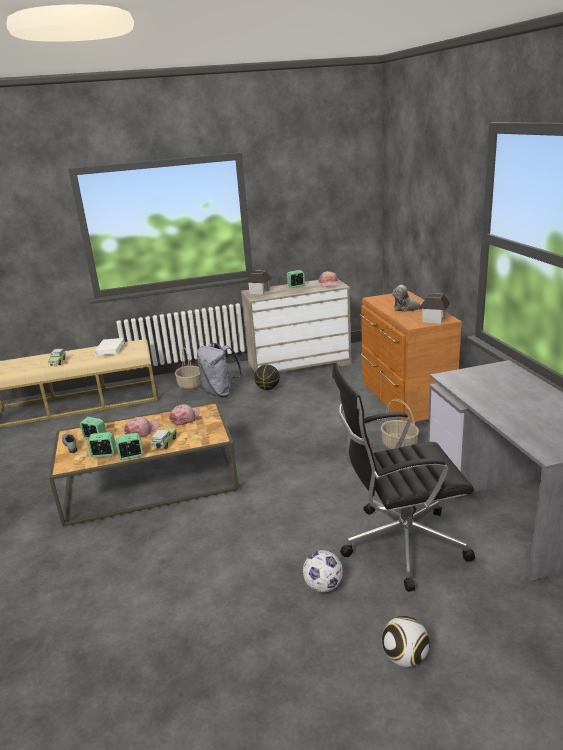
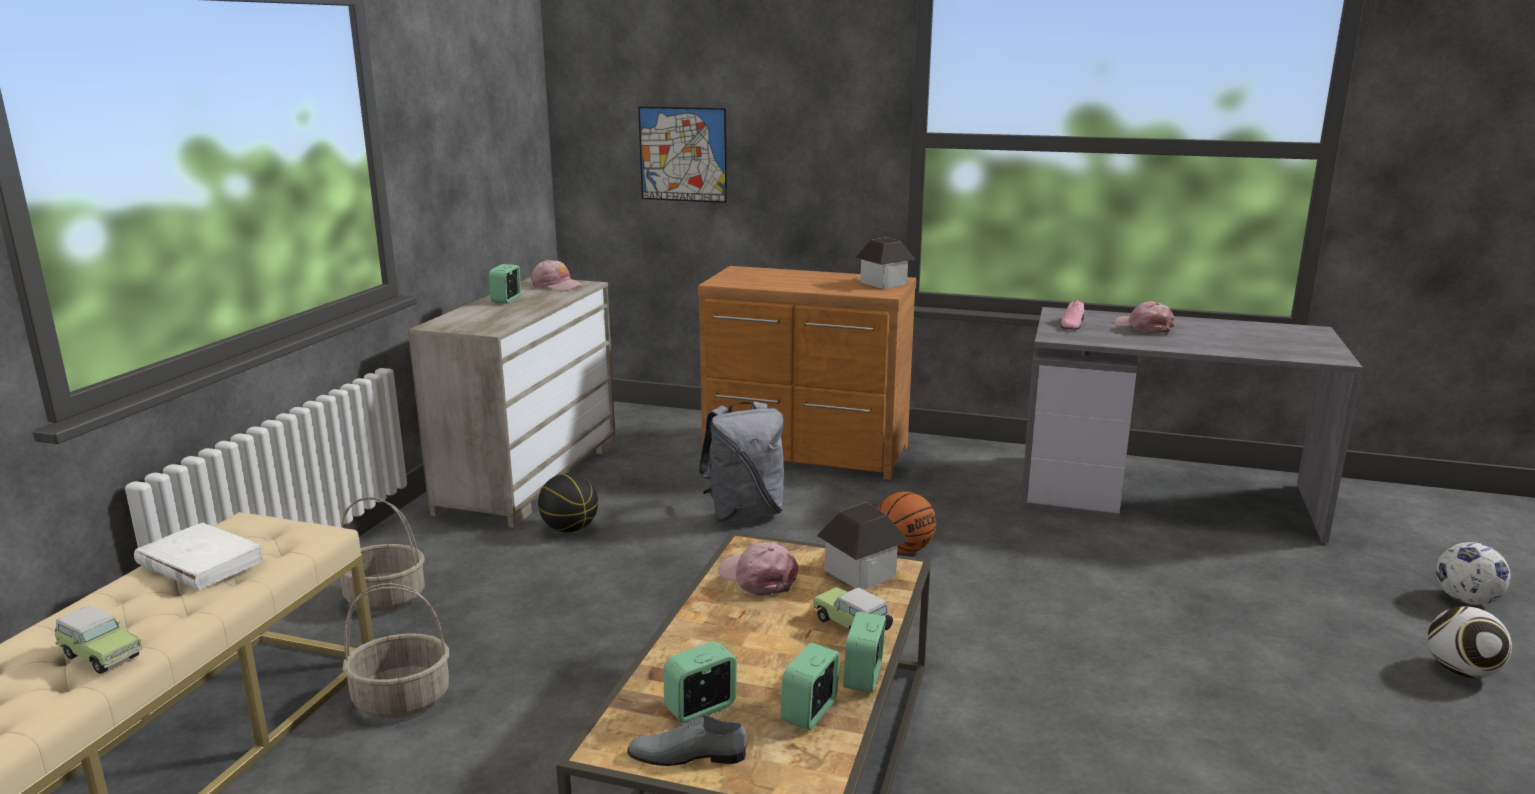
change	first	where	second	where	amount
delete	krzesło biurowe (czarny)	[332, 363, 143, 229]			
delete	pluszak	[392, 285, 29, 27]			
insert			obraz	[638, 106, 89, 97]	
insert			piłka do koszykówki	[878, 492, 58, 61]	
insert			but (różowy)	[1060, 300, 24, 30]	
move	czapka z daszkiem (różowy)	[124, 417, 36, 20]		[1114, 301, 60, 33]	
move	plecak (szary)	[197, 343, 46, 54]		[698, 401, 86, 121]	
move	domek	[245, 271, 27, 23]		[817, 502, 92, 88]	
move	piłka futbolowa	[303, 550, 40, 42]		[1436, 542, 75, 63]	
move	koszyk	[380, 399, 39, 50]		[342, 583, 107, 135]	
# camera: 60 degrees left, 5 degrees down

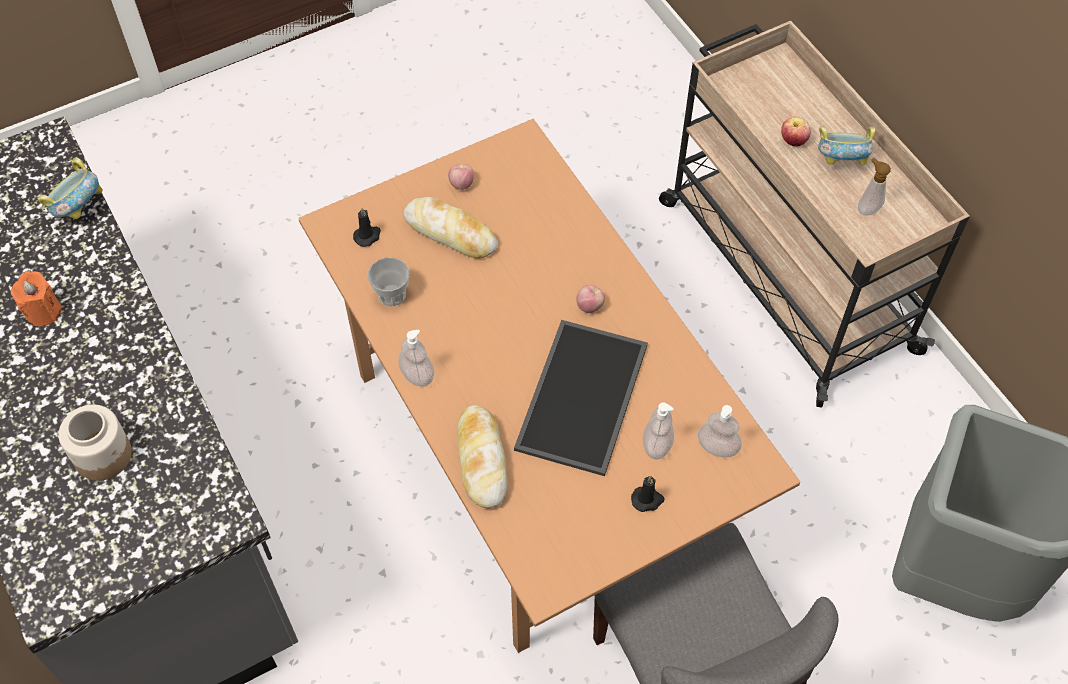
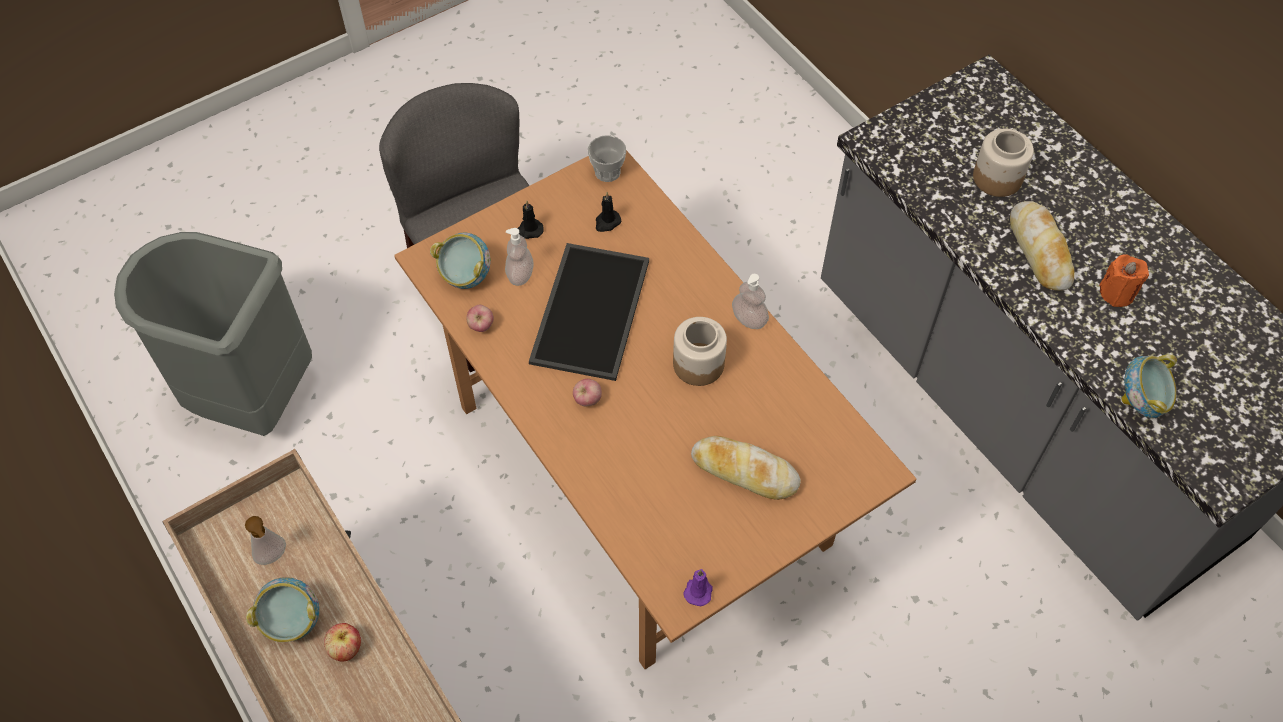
change	first	where	second	where	amount
insert			słoik	[673, 317, 54, 69]	
insert			świeca (fioletowy)	[683, 569, 30, 37]	
move	świeca (czarny)	[353, 207, 28, 40]		[596, 192, 25, 40]	
move	filiżanka	[367, 257, 43, 49]		[588, 135, 38, 47]	
move	jabłko	[448, 164, 26, 26]		[466, 305, 28, 27]	
move	chleb	[458, 405, 50, 103]		[1010, 201, 64, 90]	
replace	dozownik mydła	[698, 405, 44, 52]	miska	[430, 233, 61, 56]	
# camera: 175 degrees right, 0 degrees up

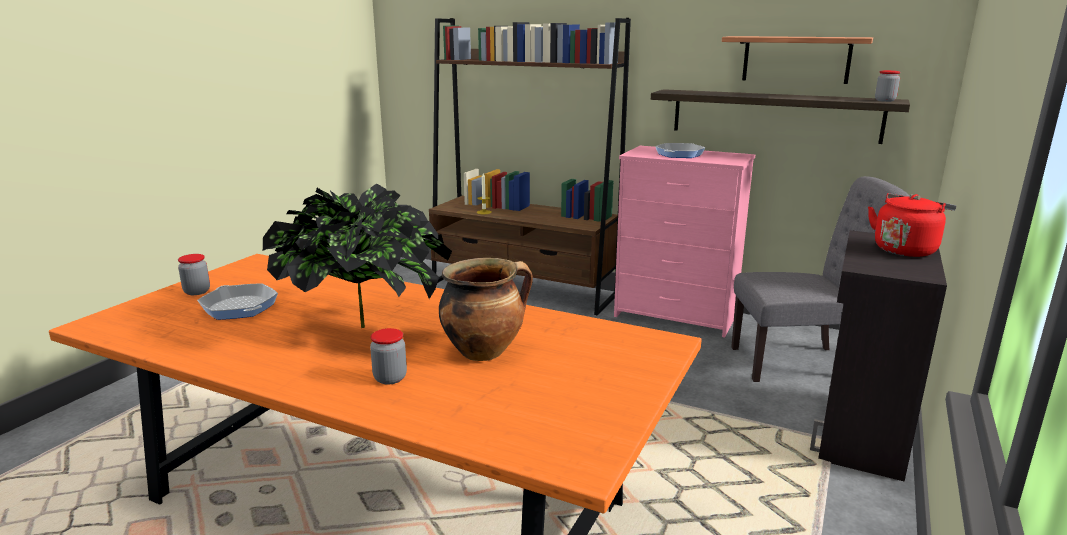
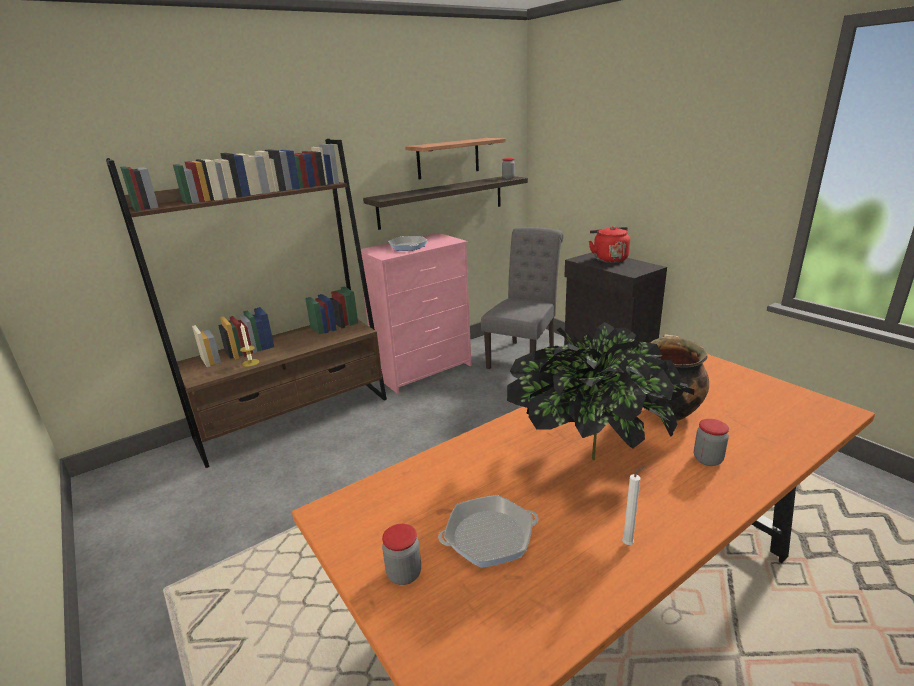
change	first	where	second	where	amount
insert			świeca (biały)	[622, 466, 23, 79]	
# camera: 60 degrees left, 5 degrees up

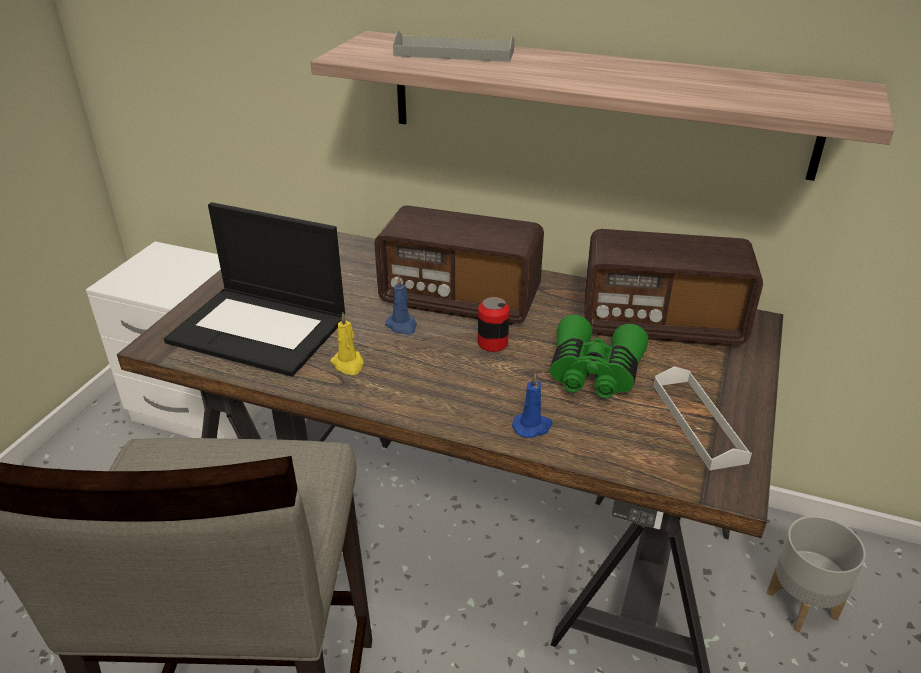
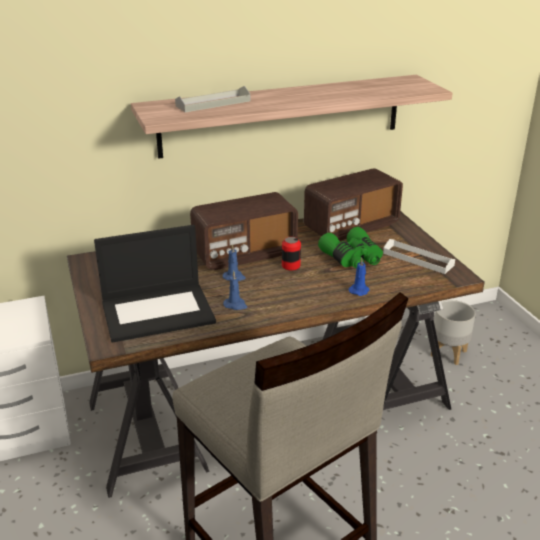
change	first	where	second	where	amount
recolor	świeca (żółty)	[330, 312, 34, 63]	świeca (niebieski)	[223, 271, 24, 39]	
# camera: 40 degrees left, 5 degrees down

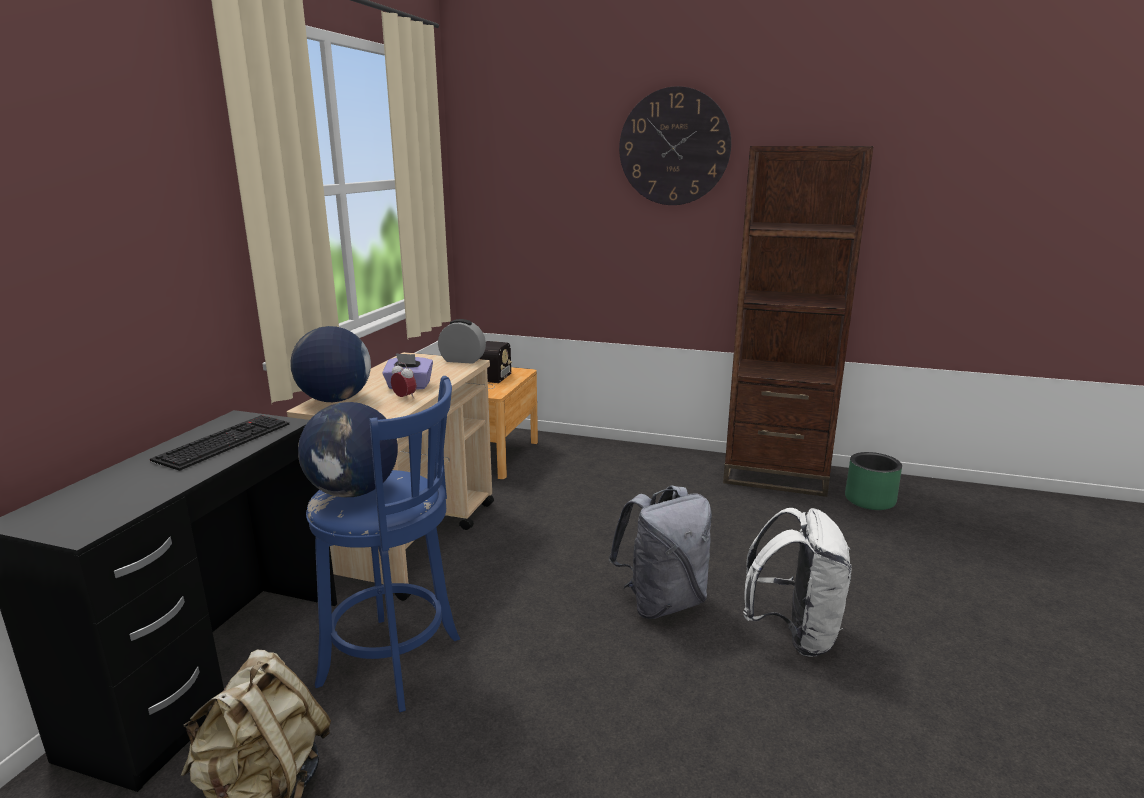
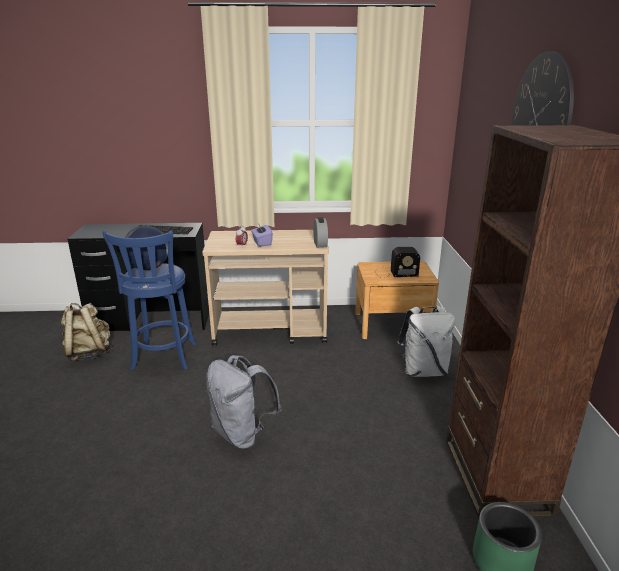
change	first	where	second	where	amount
delete	globus	[290, 326, 81, 76]			
move	plecak (biały)	[743, 508, 109, 149]		[398, 306, 57, 71]	
# camera: 70 degrees right, 5 degrees up

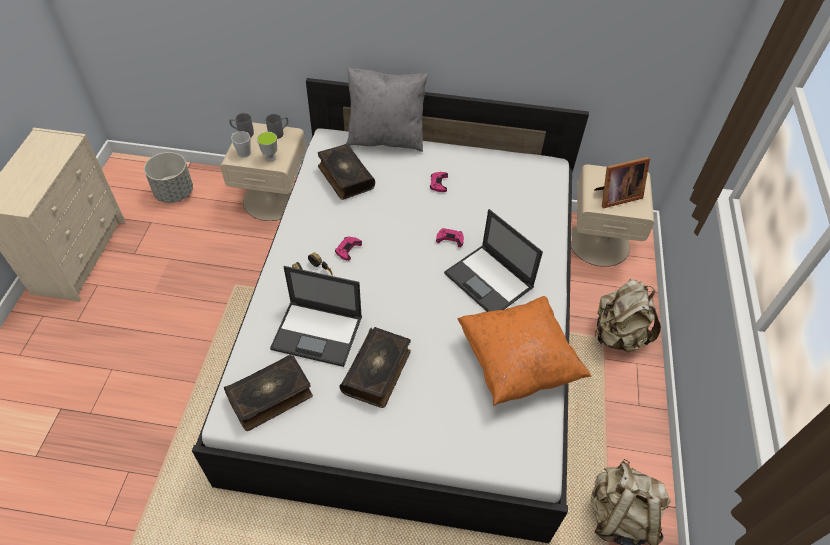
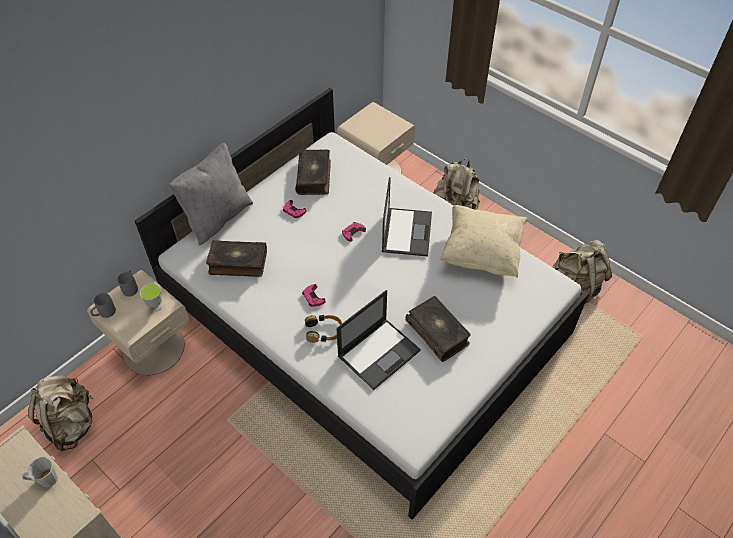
change	first	where	second	where	amount
delete	ramka na zdjęcie	[594, 157, 56, 51]			
move	książka	[224, 354, 89, 77]		[295, 150, 36, 45]	
move	kubek (szary)	[231, 131, 20, 27]		[22, 457, 36, 30]	
replace	donica (szary)	[144, 152, 49, 51]	plecak (beżowy)	[28, 375, 65, 76]	
recolor	poduszka (pomarańczowy)	[457, 296, 134, 110]	poduszka (beżowy)	[439, 205, 88, 73]	
rotate	laptop	[444, 209, 99, 103]		[382, 177, 50, 80]	75 degrees counterclockwise
# camera: 55 degrees left, 0 degrees up

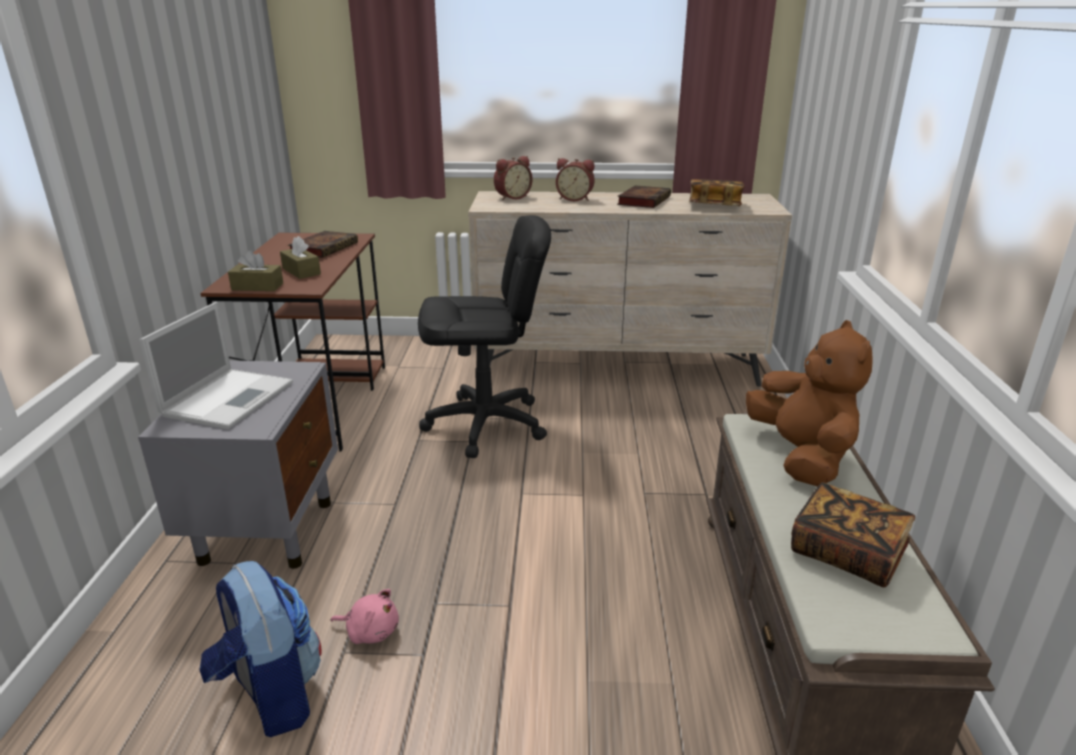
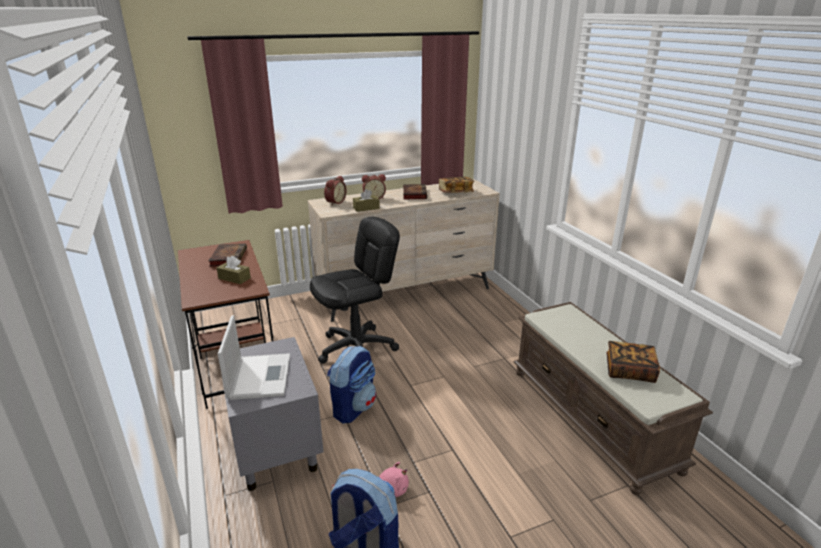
change	first	where	second	where	amount
delete	pluszak (brązowy)	[746, 320, 127, 166]			
insert			plecak	[327, 346, 49, 78]	
move	pudełko chusteczek (brązowy)	[228, 250, 55, 41]		[353, 189, 27, 23]	
# camera: 25 degrees left, 0 degrees up

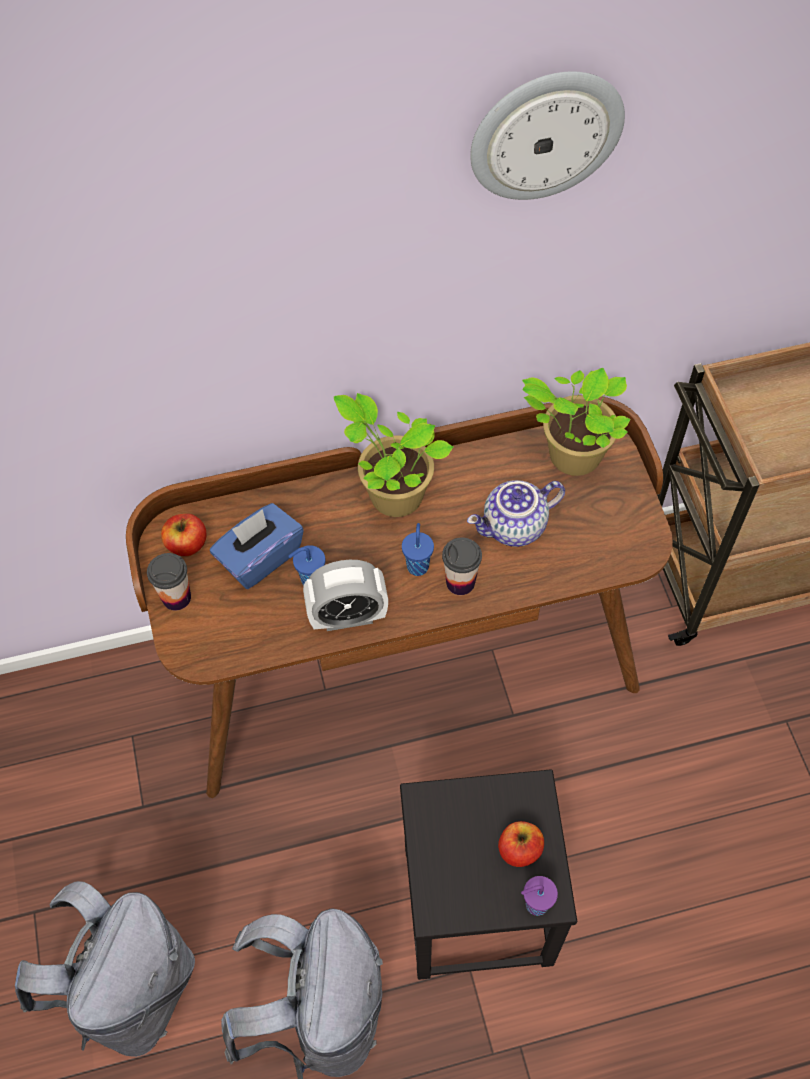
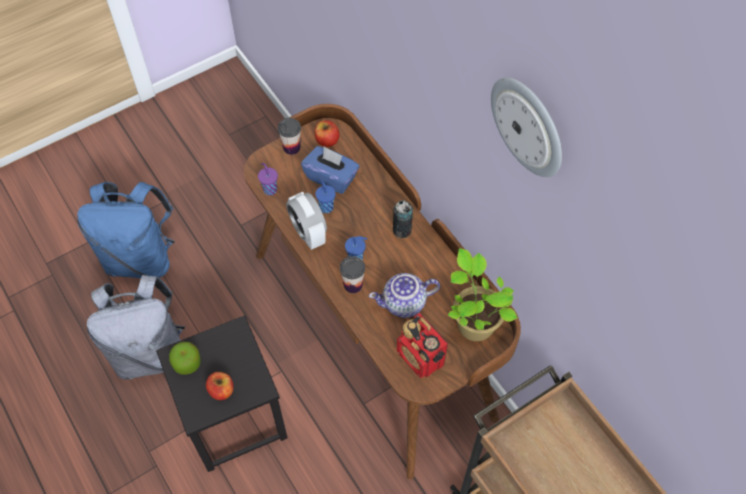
change	first	where	second	where	amount
insert			jabłko	[169, 342, 32, 33]	
insert			radio	[397, 313, 51, 65]	
move	filiżanka (fioletowy)	[521, 876, 37, 40]		[258, 163, 20, 32]	
replace	roślina doniczkowa	[334, 393, 119, 124]	puszka	[393, 200, 20, 38]	
recolor	plecak (szary)	[15, 881, 180, 176]	plecak (niebieski)	[77, 182, 98, 96]	
rotate	imbryk	[467, 480, 98, 67]		[369, 273, 71, 45]	60 degrees counterclockwise
# camera: 70 degrees right, 0 degrees up

